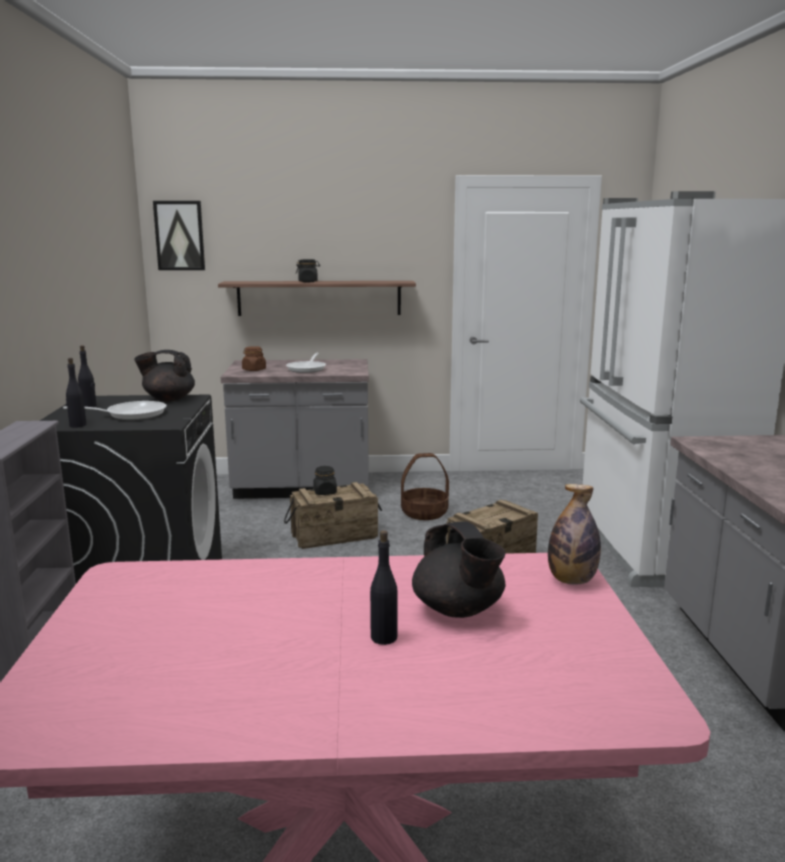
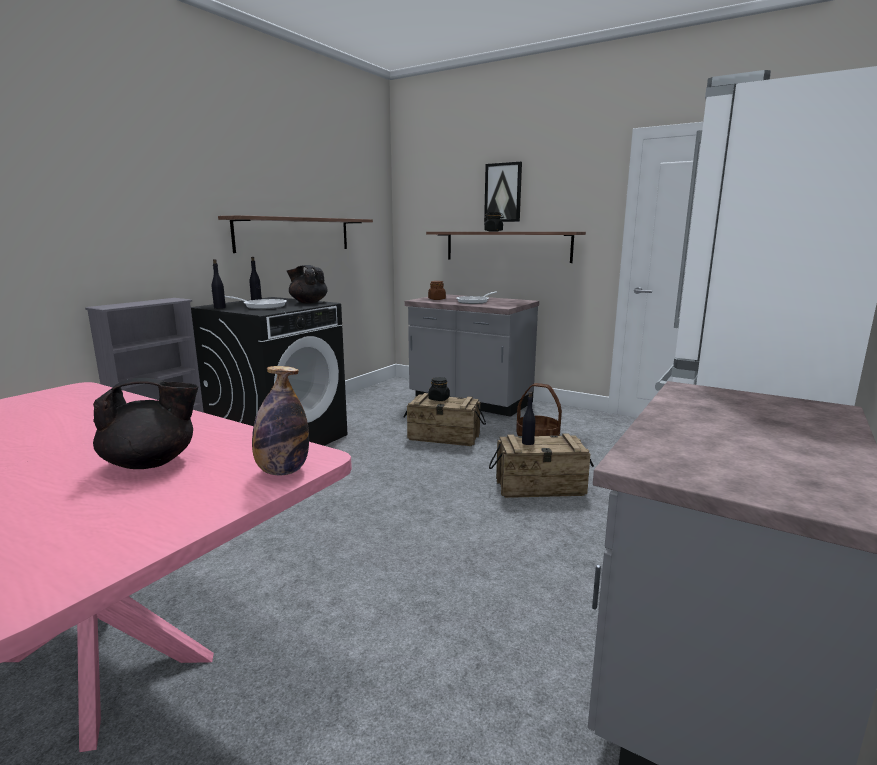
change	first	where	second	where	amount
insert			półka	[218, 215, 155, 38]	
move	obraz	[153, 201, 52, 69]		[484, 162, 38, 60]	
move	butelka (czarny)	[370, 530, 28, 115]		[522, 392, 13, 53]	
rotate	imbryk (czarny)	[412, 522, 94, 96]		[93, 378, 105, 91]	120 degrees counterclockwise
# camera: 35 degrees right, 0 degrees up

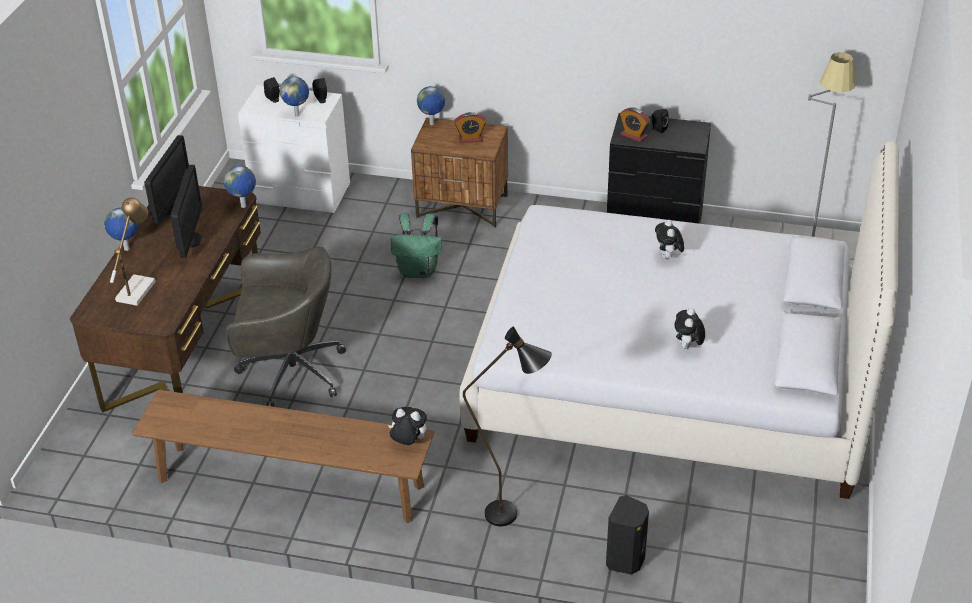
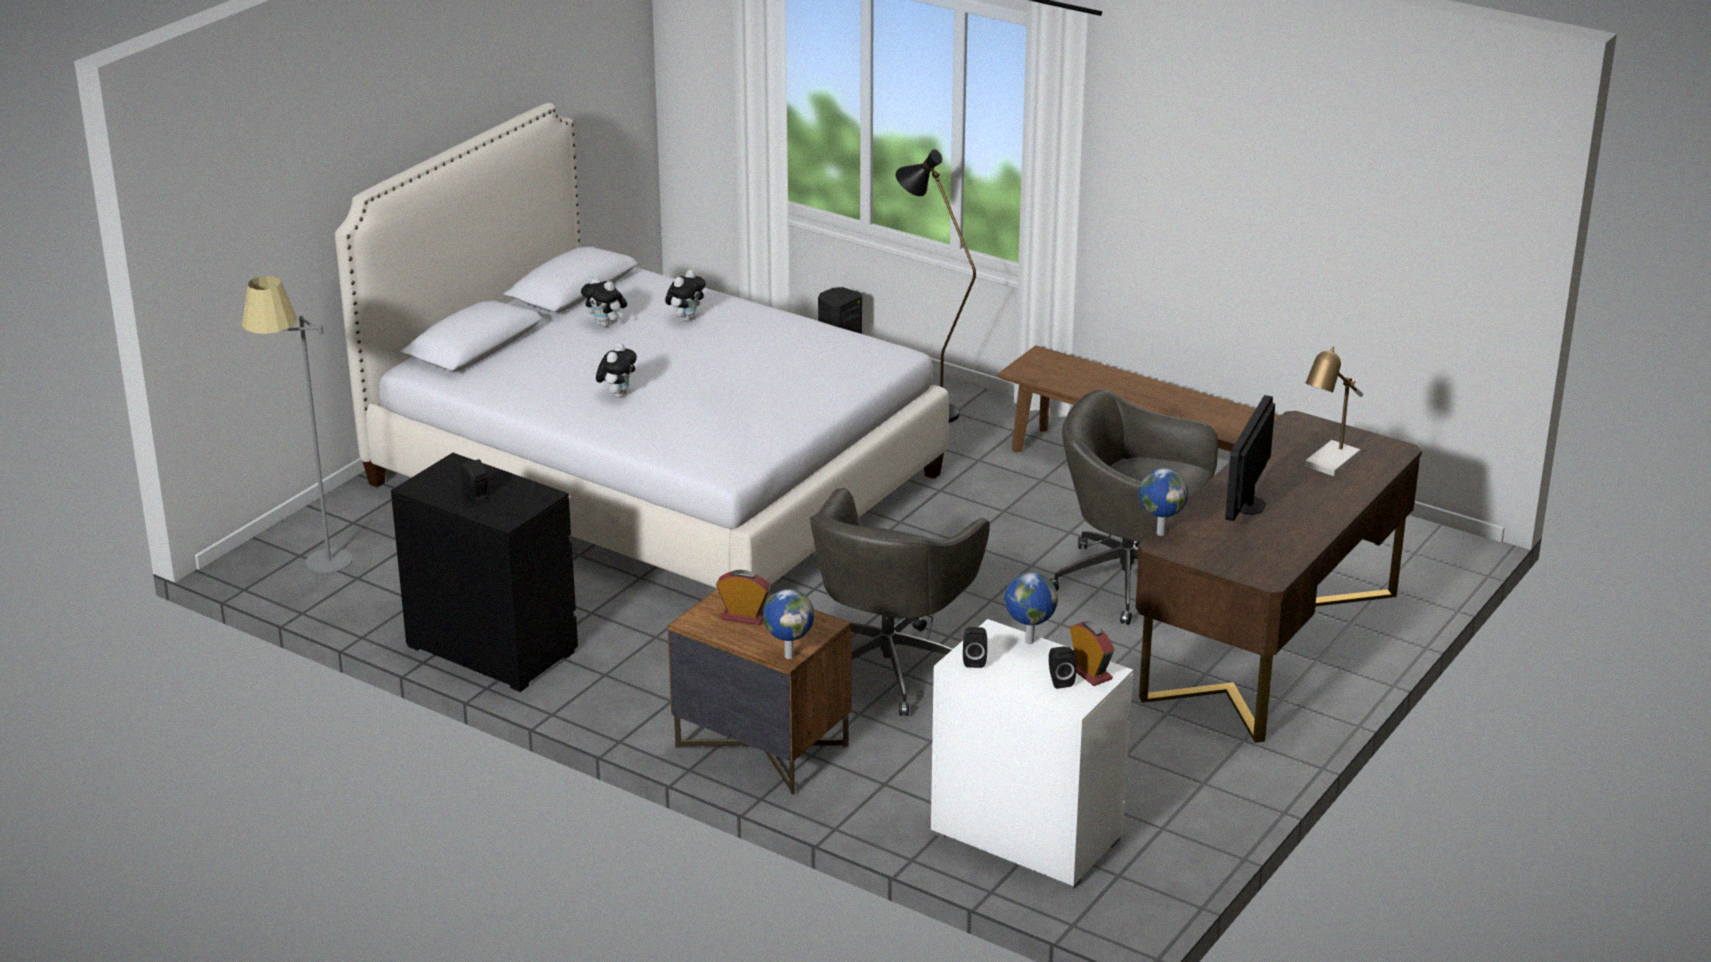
change	first	where	second	where	amount
delete	globus	[104, 208, 34, 43]			
delete	monitor	[144, 135, 45, 89]			
move	pluszak	[388, 407, 39, 38]		[581, 276, 46, 51]	
move	budzik	[620, 107, 31, 35]		[1070, 621, 44, 65]	
replace	plecak (zielony)	[391, 213, 51, 65]	krzesło biurowe (szary)	[810, 488, 180, 228]	
# camera: 160 degrees left, 10 degrees down

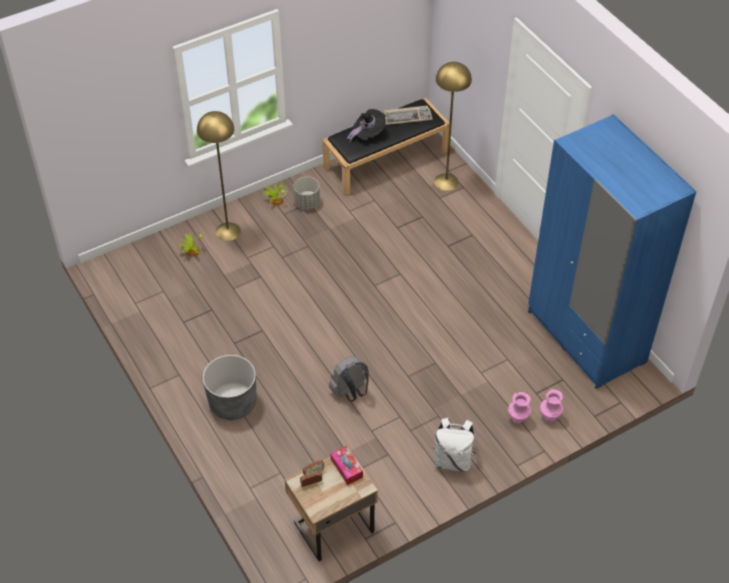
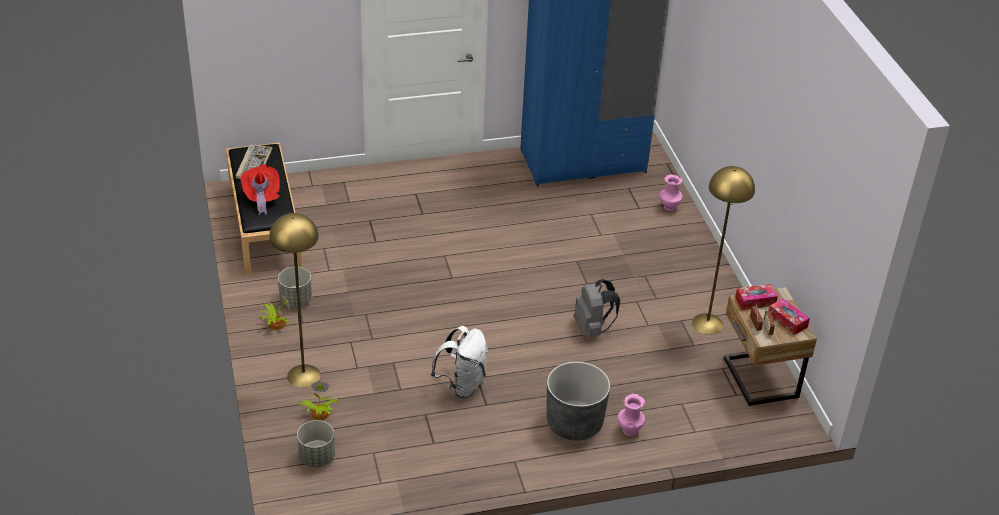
change	first	where	second	where	amount
insert			donica (szary)	[297, 420, 38, 47]	
insert			pudełko chusteczek	[768, 298, 42, 37]	
move	plecak (biały)	[433, 418, 43, 54]		[431, 326, 57, 72]	
move	lampa stojąca (żółty)	[434, 62, 38, 129]		[692, 166, 63, 169]	
move	wazon (różowy)	[508, 391, 23, 32]		[618, 394, 27, 42]	
recolor	kapelusz (czarny)	[347, 109, 39, 33]	kapelusz (czerwony)	[240, 164, 40, 51]	
# camera: 75 degrees left, 10 degrees down

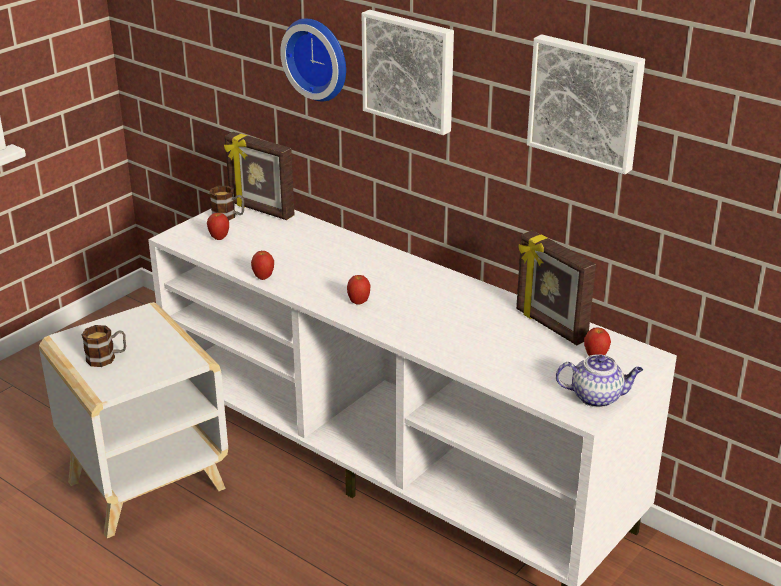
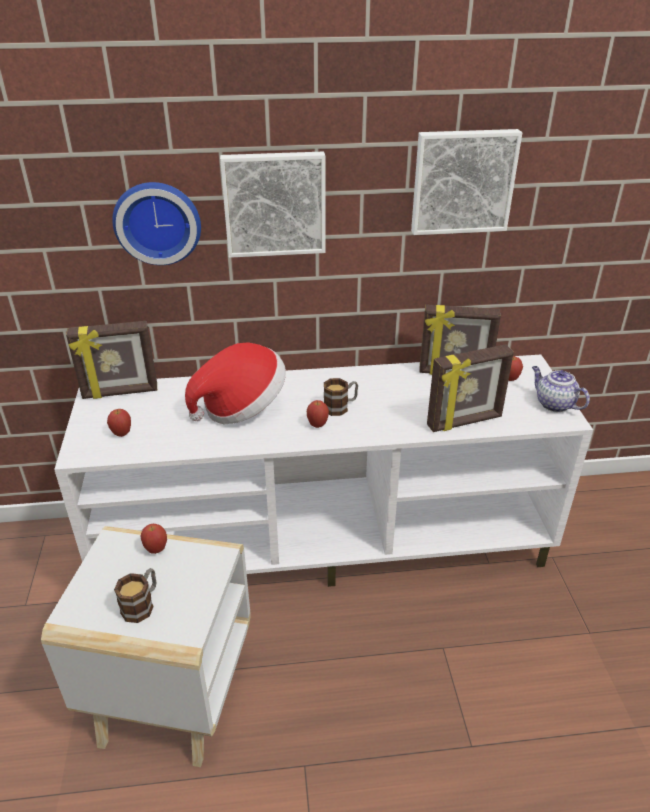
change	first	where	second	where	amount
insert			kapelusz	[185, 342, 101, 83]	
insert			ramka na zdjęcie	[427, 344, 87, 88]	
move	kubek	[210, 186, 34, 34]		[324, 378, 34, 38]	
move	jabłko	[251, 251, 23, 29]		[140, 524, 27, 30]	
rotate	imbryk	[556, 354, 87, 53]		[532, 366, 58, 46]	90 degrees counterclockwise
# camera: 45 degrees left, 5 degrees up

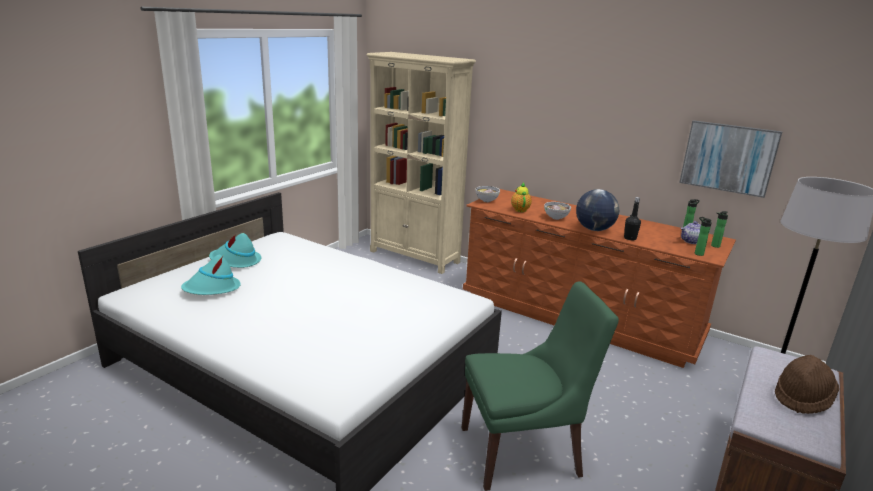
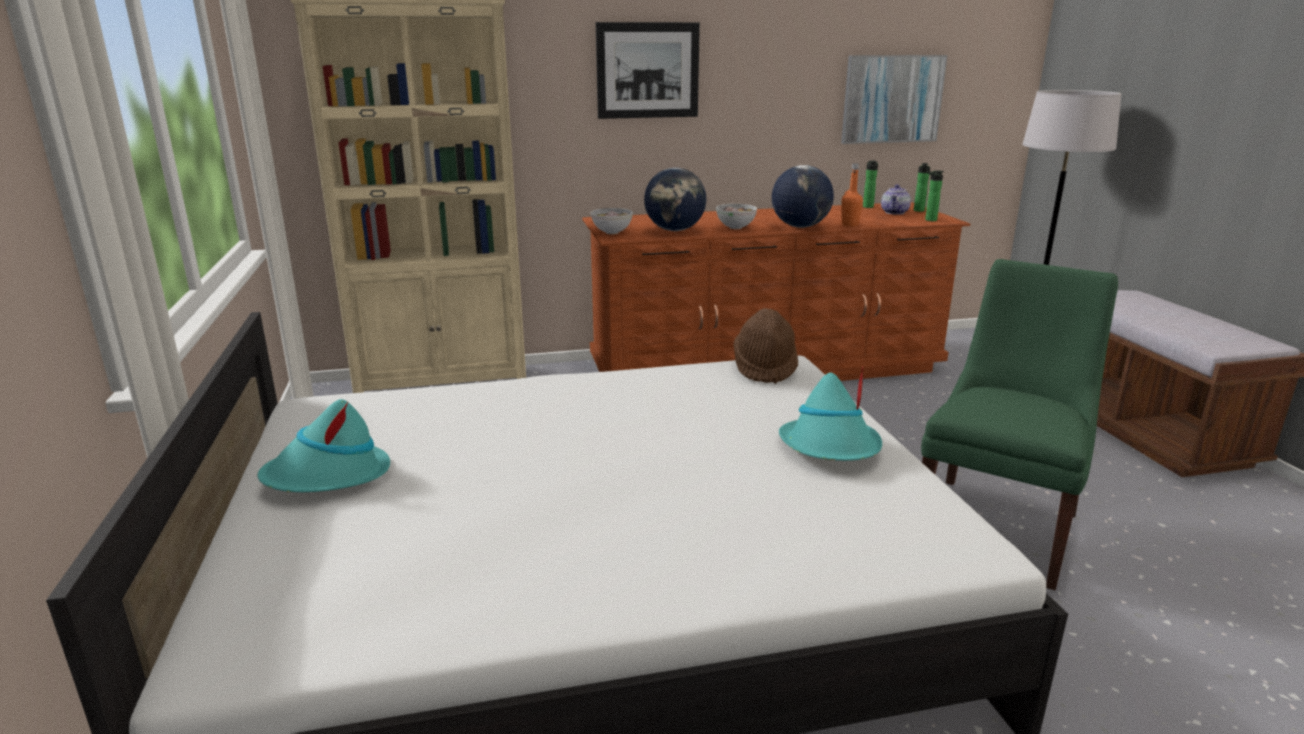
change	first	where	second	where	amount
insert			obraz	[596, 22, 104, 97]	
move	kapelusz (turkusowy)	[181, 255, 60, 40]		[779, 366, 103, 95]	
move	kapelusz (brązowy)	[775, 355, 64, 59]		[733, 308, 65, 75]	
replace	imbryk	[511, 182, 21, 30]	globus	[644, 168, 62, 63]	
recolor	butelka (czarny)	[624, 197, 17, 44]	butelka (pomarańczowy)	[841, 163, 22, 63]	
# camera: 45 degrees left, 0 degrees up

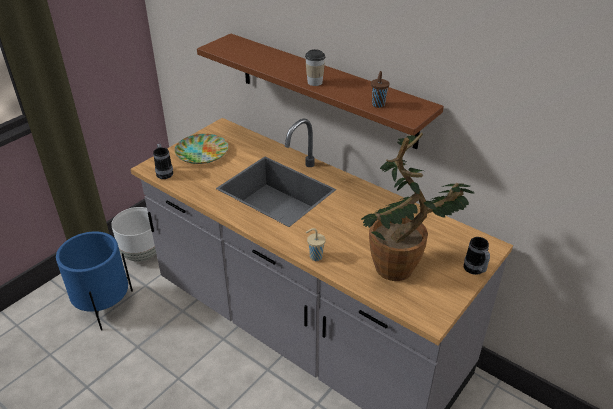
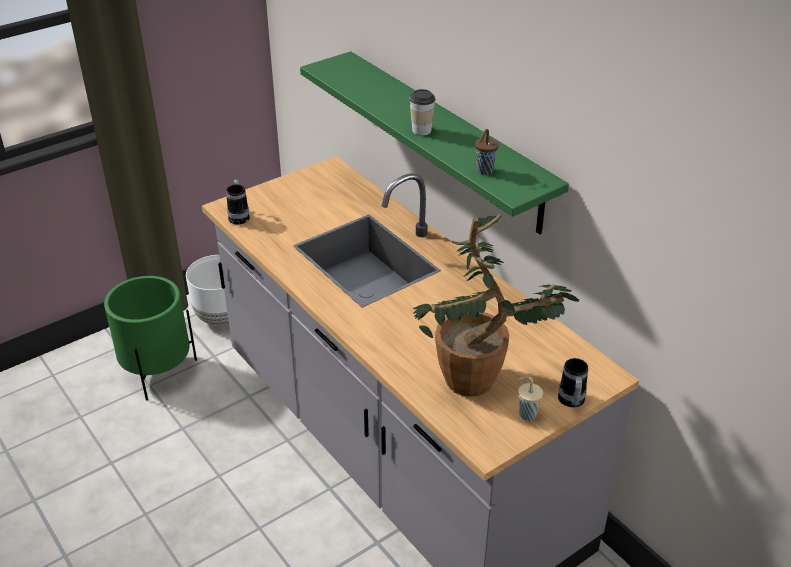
change	first	where	second	where	amount
delete	talerz	[175, 134, 53, 30]			
move	filiżanka (beżowy)	[306, 228, 20, 33]		[518, 376, 25, 45]	
recolor	donica (niebieski)	[56, 231, 77, 100]	donica (zielony)	[104, 276, 93, 125]	
recolor	półka (brązowy)	[197, 34, 247, 115]	półka (zielony)	[300, 51, 269, 183]	
# camera: 15 degrees right, 0 degrees up

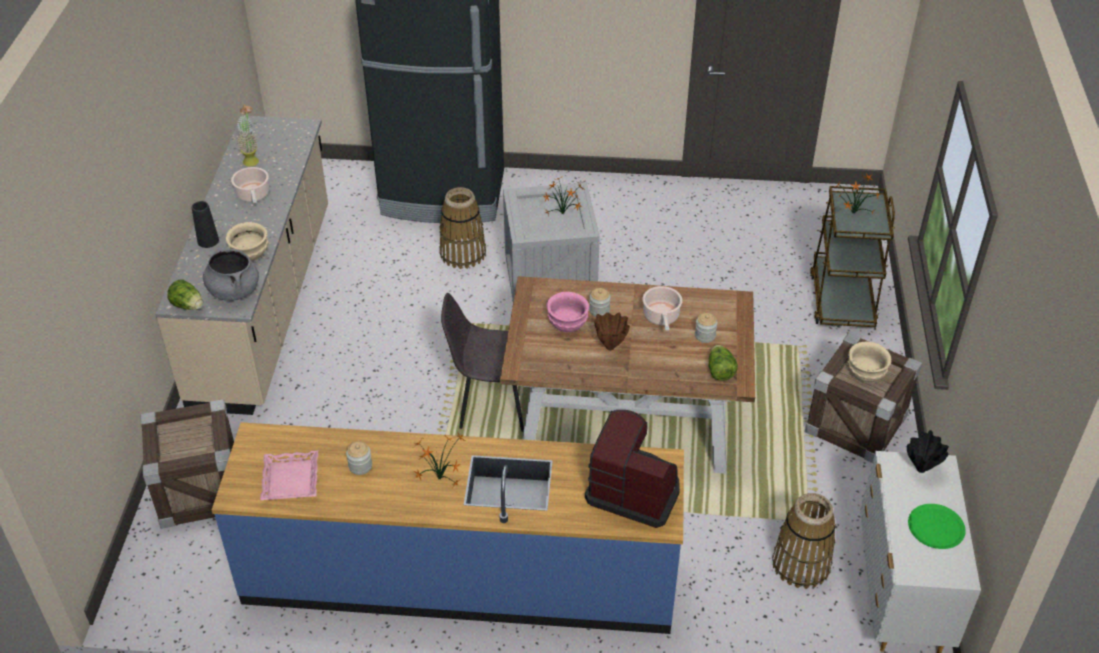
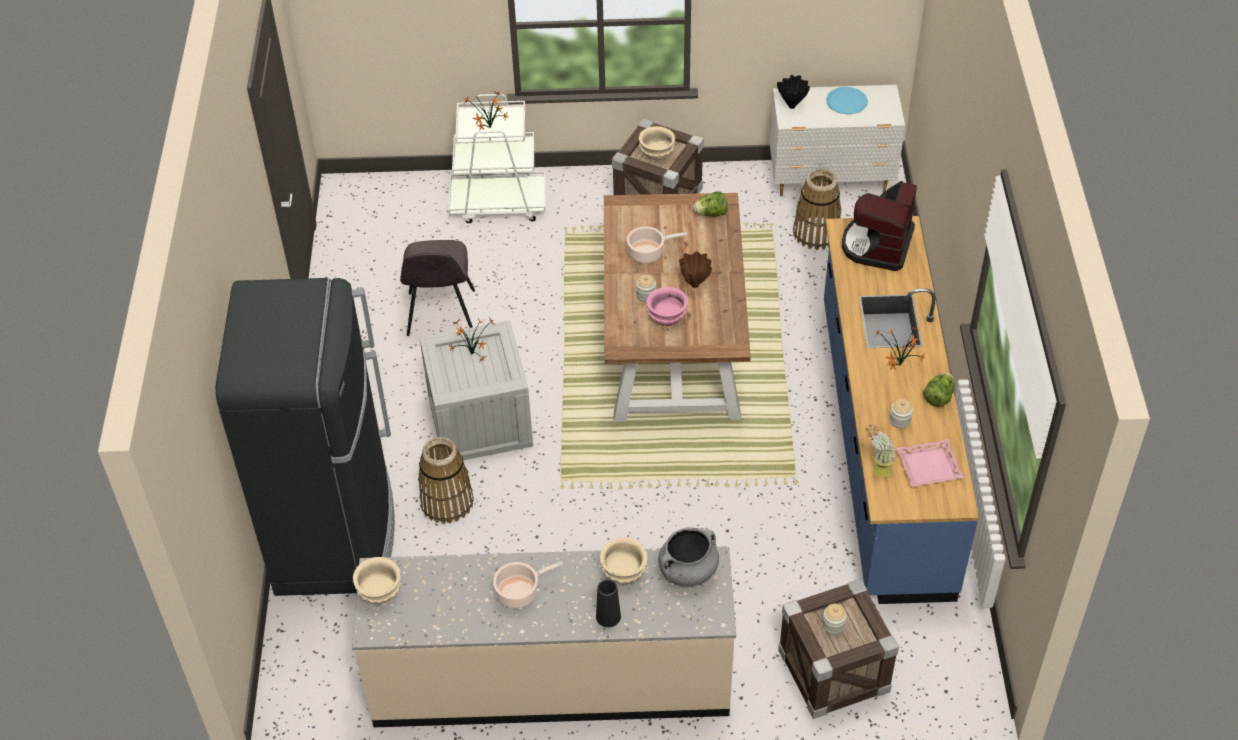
change	first	where	second	where	amount
insert			miska (beżowy)	[353, 557, 48, 47]	
move	sałata	[167, 279, 36, 31]		[923, 372, 31, 35]	
move	roślina doniczkowa	[237, 104, 22, 62]		[865, 423, 32, 54]	
move	krzesło (szary)	[441, 293, 83, 139]		[400, 240, 75, 96]	
move	słoik	[695, 313, 23, 30]		[822, 604, 25, 31]	
recolor	wózek (brązowy)	[810, 186, 85, 141]	wózek (biały)	[448, 94, 98, 129]	
recolor	talerz (zielony)	[908, 504, 58, 45]	talerz (niebieski)	[826, 87, 42, 27]	
# camera: 95 degrees left, 5 degrees up

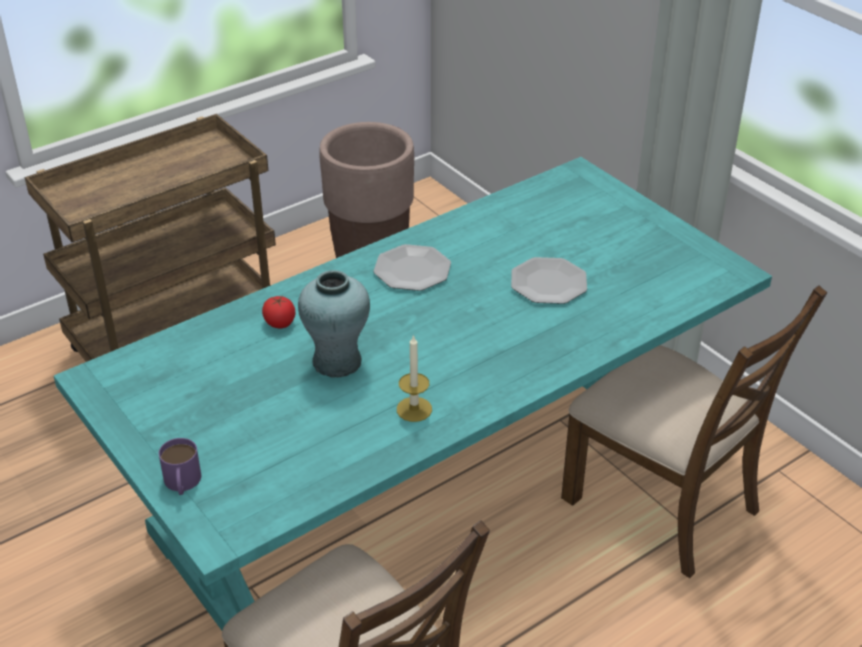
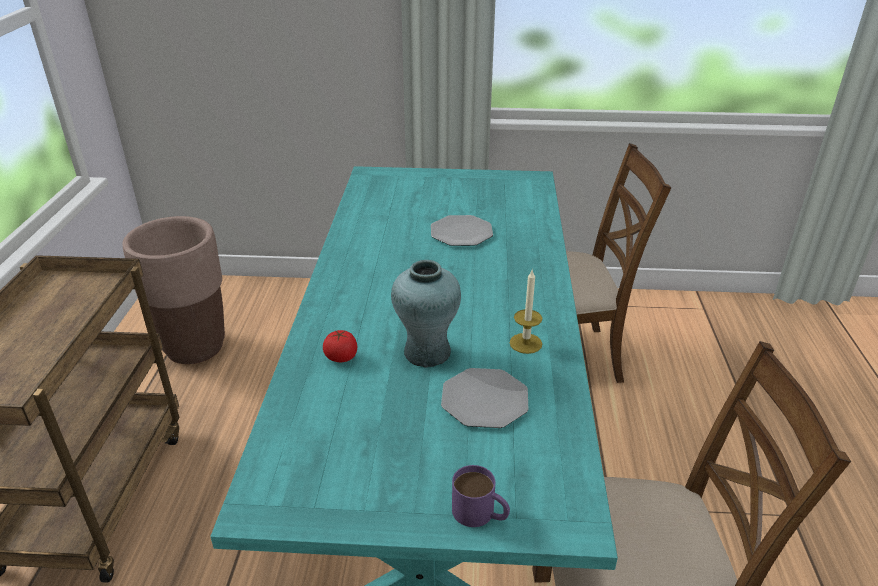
change	first	where	second	where	amount
move	talerz	[374, 244, 77, 47]		[441, 368, 87, 60]	
# camera: 50 degrees left, 5 degrees down

